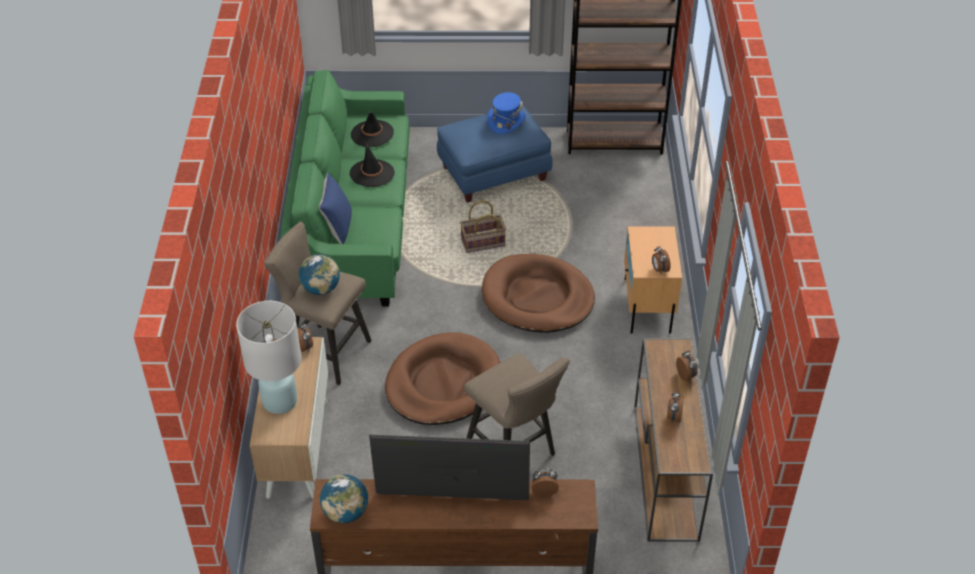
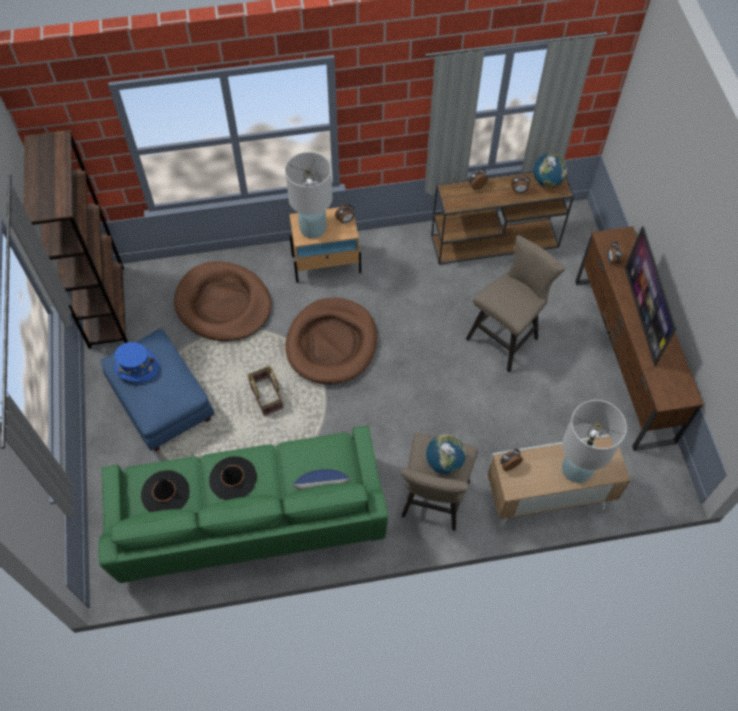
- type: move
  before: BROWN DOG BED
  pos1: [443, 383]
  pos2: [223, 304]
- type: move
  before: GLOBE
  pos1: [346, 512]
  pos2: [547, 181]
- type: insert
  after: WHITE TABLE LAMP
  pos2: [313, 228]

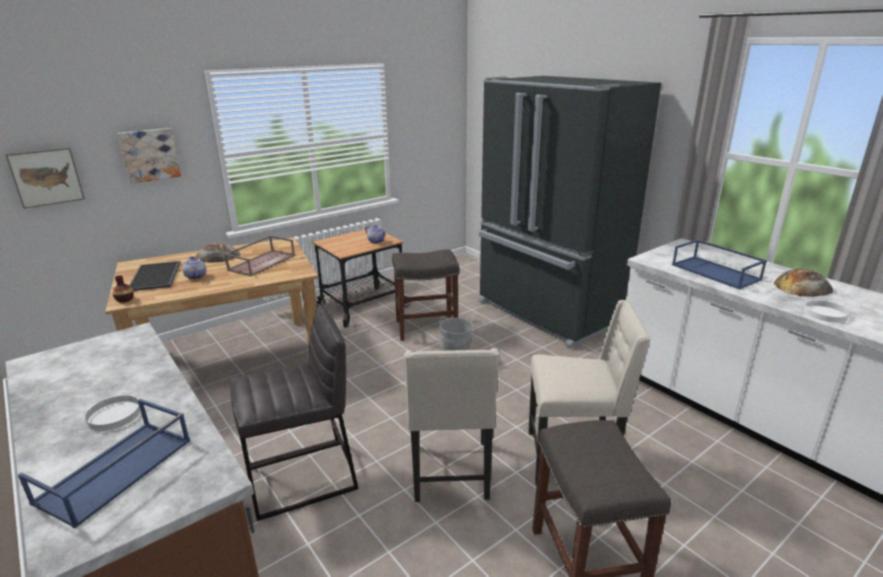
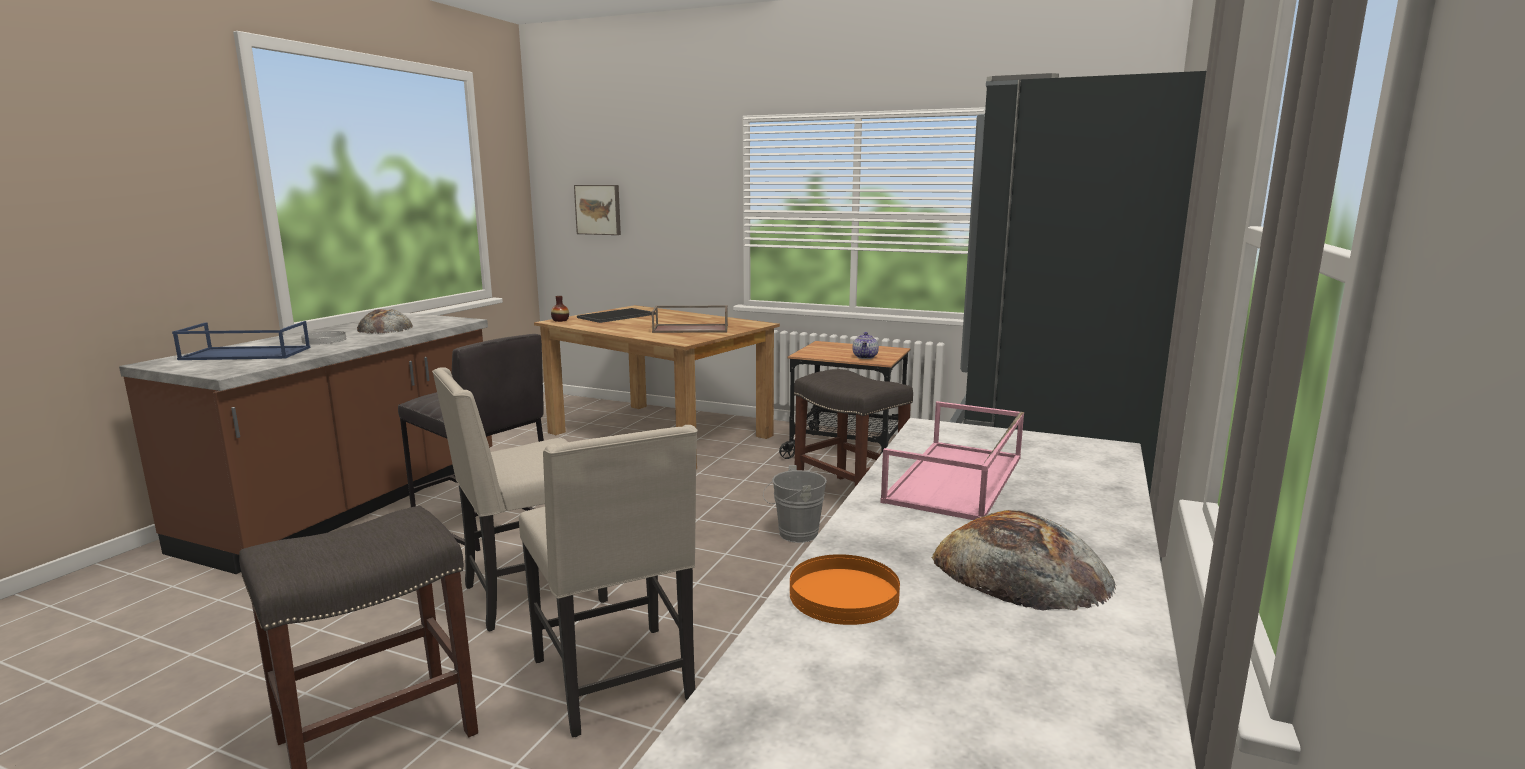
- type: delete
  before: PICTURE
  pos1: [149, 155]
- type: recolor
  before: BLUE TRAY
  after: PINK TRAY
  pos1: [716, 272]
  pos2: [957, 480]
- type: move
  before: BREAD
  pos1: [217, 256]
  pos2: [384, 328]
- type: delete
  before: TEAPOT
  pos1: [195, 276]
- type: recolor
  before: WHITE PLATE
  after: ORANGE PLATE
  pos1: [825, 313]
  pos2: [844, 595]

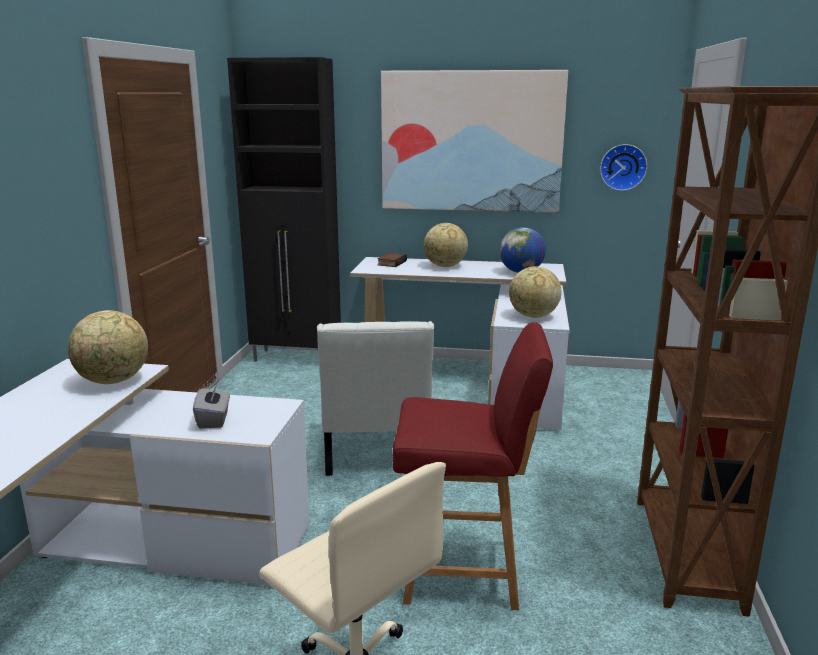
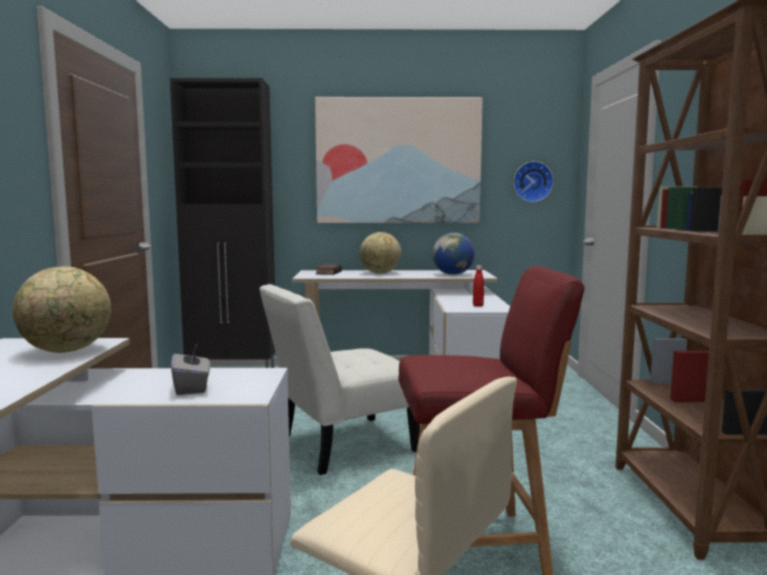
- type: replace
  before: GLOBE
  after: RED BOTTLE
  pos1: [533, 316]
  pos2: [478, 305]
- type: rotate
  before: WHITE CHAIR
  pos1: [376, 453]
  pos2: [340, 445]
  turn: 75

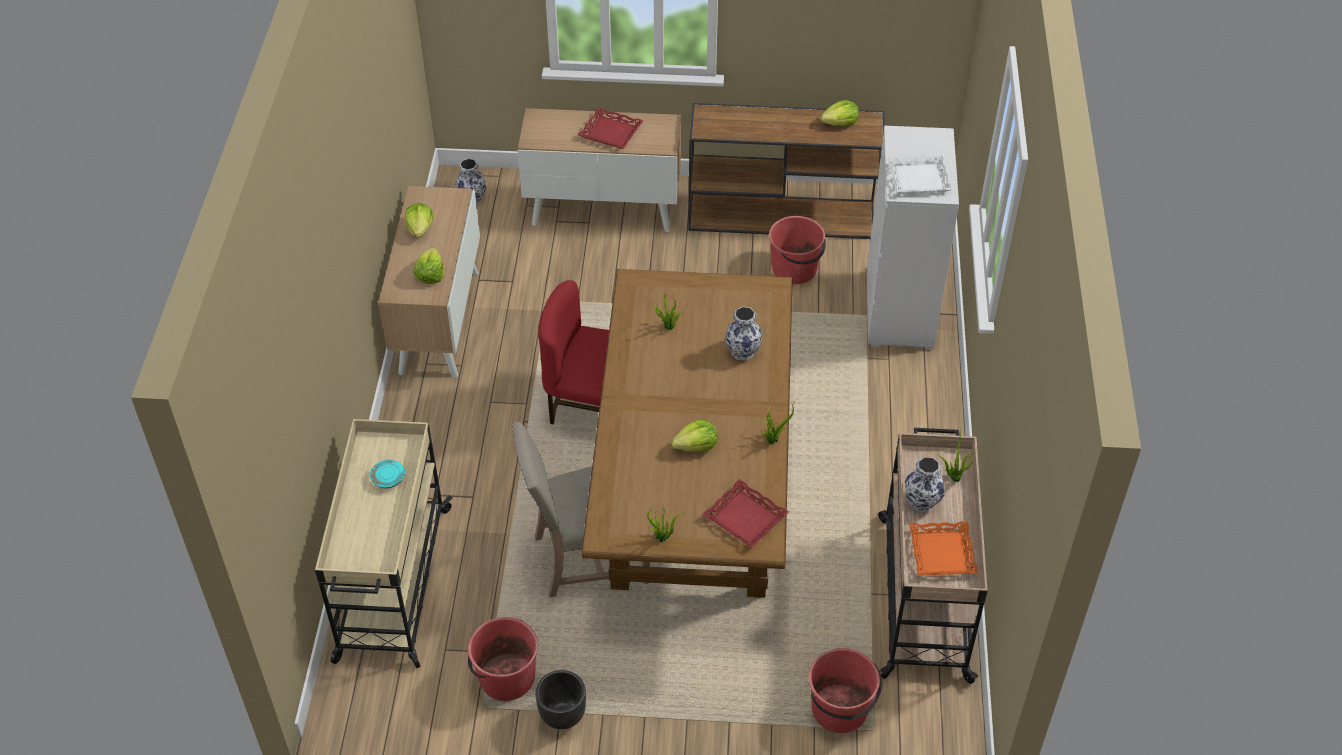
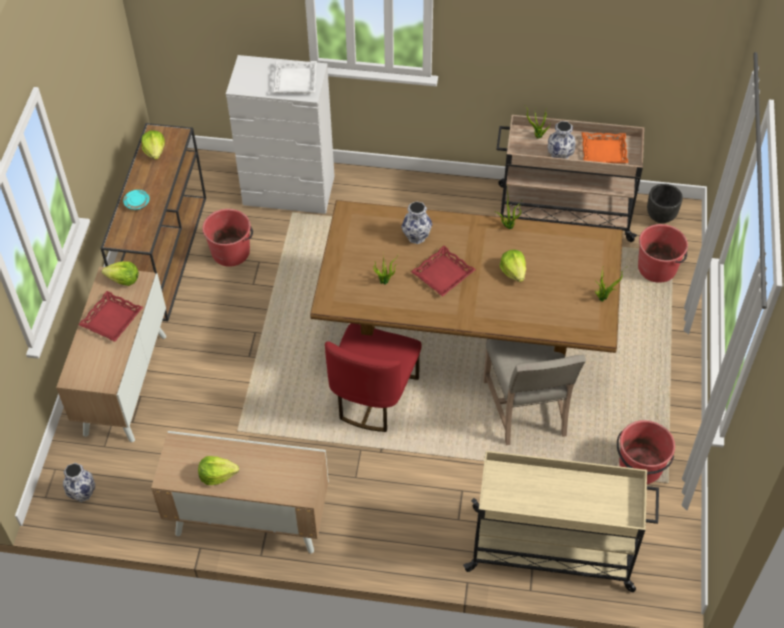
- type: move
  before: LETTUCE
  pos1: [430, 274]
  pos2: [123, 280]
- type: move
  before: TURQUOISE PLATE
  pos1: [388, 478]
  pos2: [137, 203]
- type: move
  before: RED TRAY
  pos1: [744, 518]
  pos2: [443, 275]
- type: move
  before: BLACK PLANTER
  pos1: [562, 715]
  pos2: [660, 217]

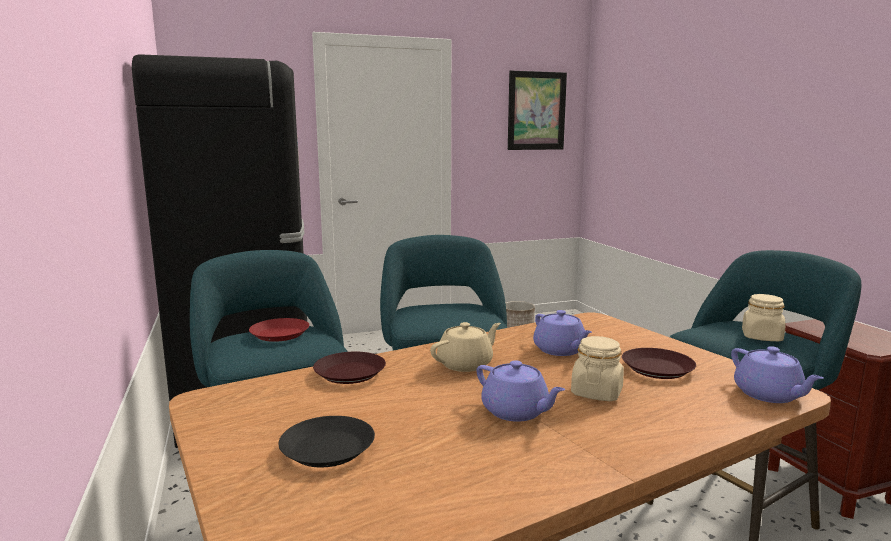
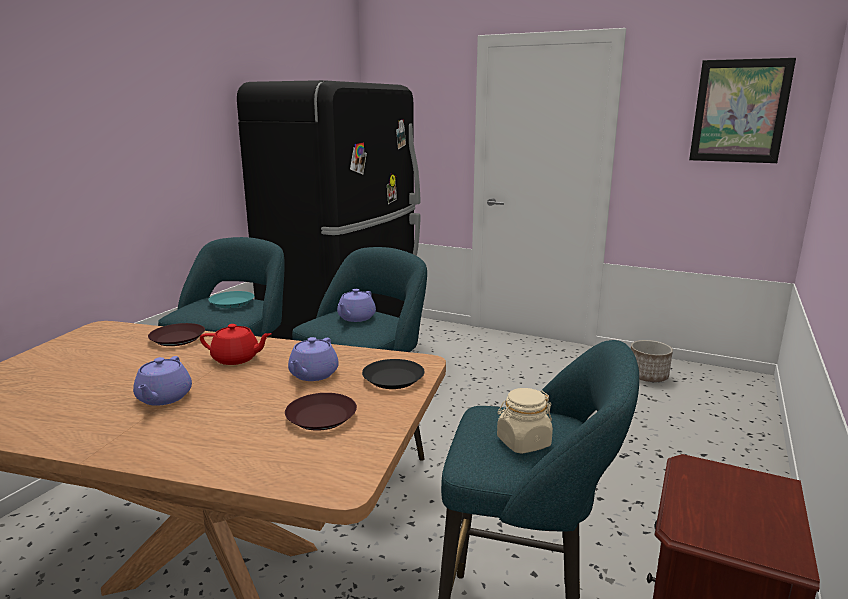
- type: recolor
  before: RED PLATE
  after: TURQUOISE PLATE
  pos1: [279, 334]
  pos2: [232, 303]
- type: recolor
  before: BEIGE TEAPOT
  after: RED TEAPOT
  pos1: [466, 364]
  pos2: [236, 359]
- type: delete
  before: BEIGE JAR
  pos1: [596, 392]
- type: move
  before: PURPLE TEAPOT
  pos1: [769, 395]
  pos2: [356, 318]
- type: move
  before: BLACK PLATE
  pos1: [328, 448]
  pos2: [394, 379]

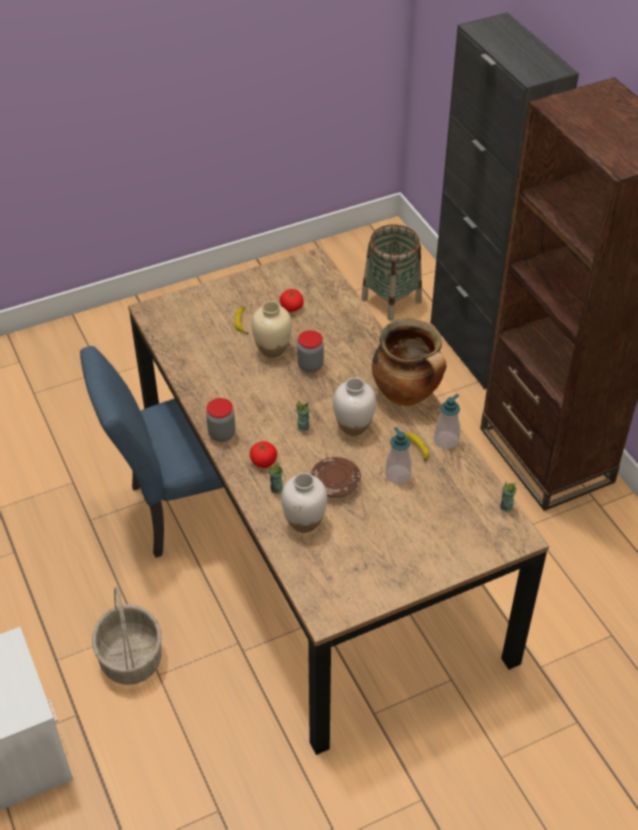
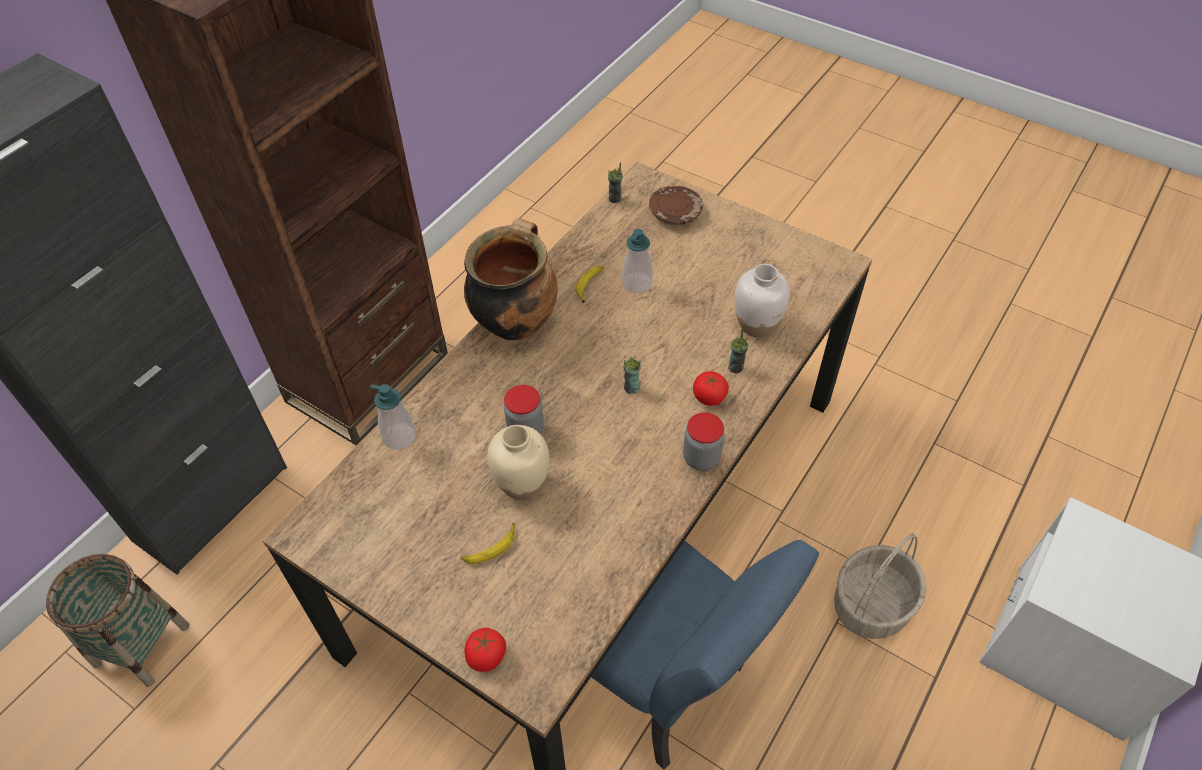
- type: move
  before: TOMATO
  pos1: [291, 308]
  pos2: [486, 656]
- type: delete
  before: WHITE VASE
  pos1: [353, 426]
- type: move
  before: SOAP DISPENSER
  pos1: [446, 440]
  pos2: [399, 437]
- type: move
  before: BROWN PLATE
  pos1: [335, 484]
  pos2: [675, 213]

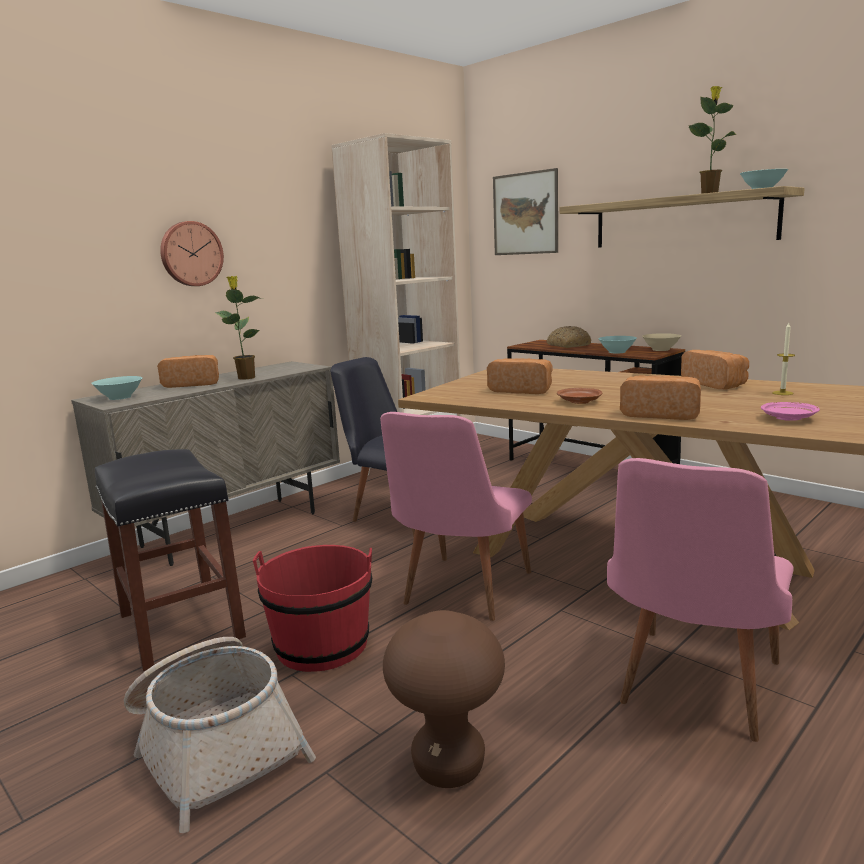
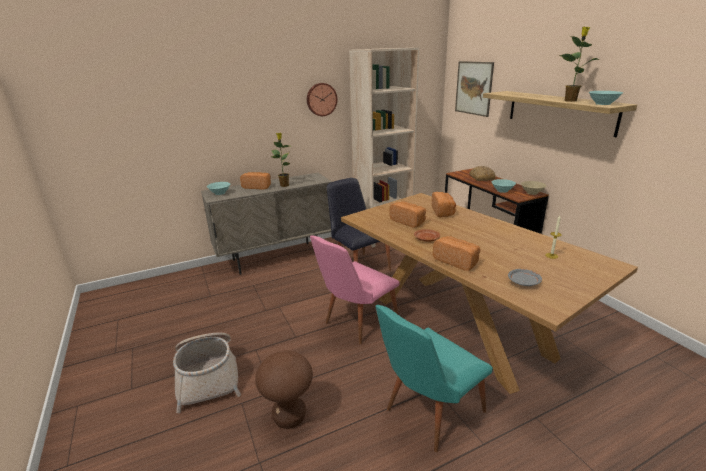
- type: move
  before: WALL CLOCK
  pos1: [191, 254]
  pos2: [321, 99]
- type: move
  before: BREAD
  pos1: [715, 384]
  pos2: [443, 212]
- type: recolor
  before: PINK PLATE
  after: GREY PLATE
  pos1: [788, 418]
  pos2: [523, 282]
- type: delete
  before: BLACK STOOL
  pos1: [179, 625]
- type: recolor
  before: PINK CHAIR
  after: TURQUOISE CHAIR
  pos1: [692, 690]
  pos2: [427, 414]
- type: delete
  before: RED BUCKET
  pos1: [322, 645]

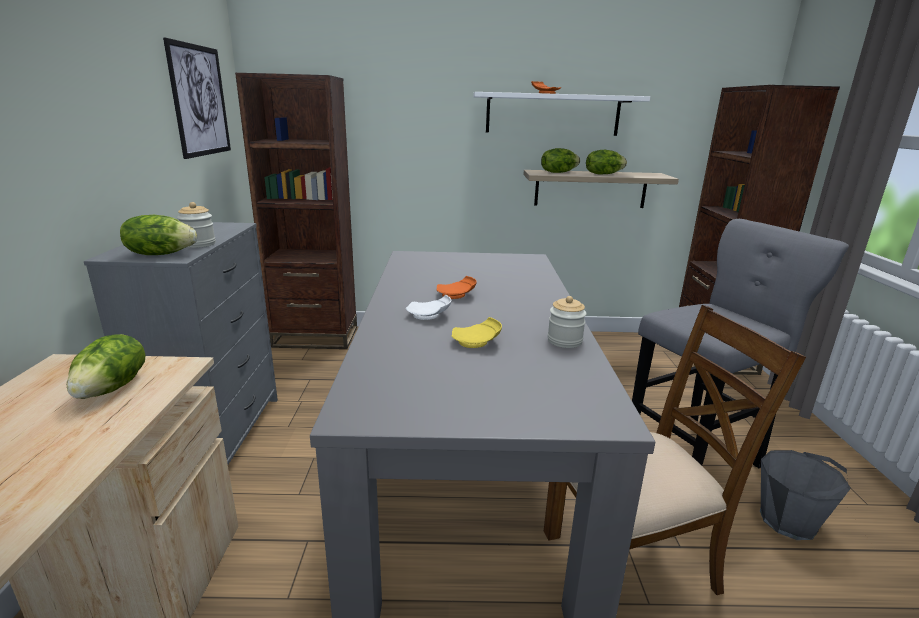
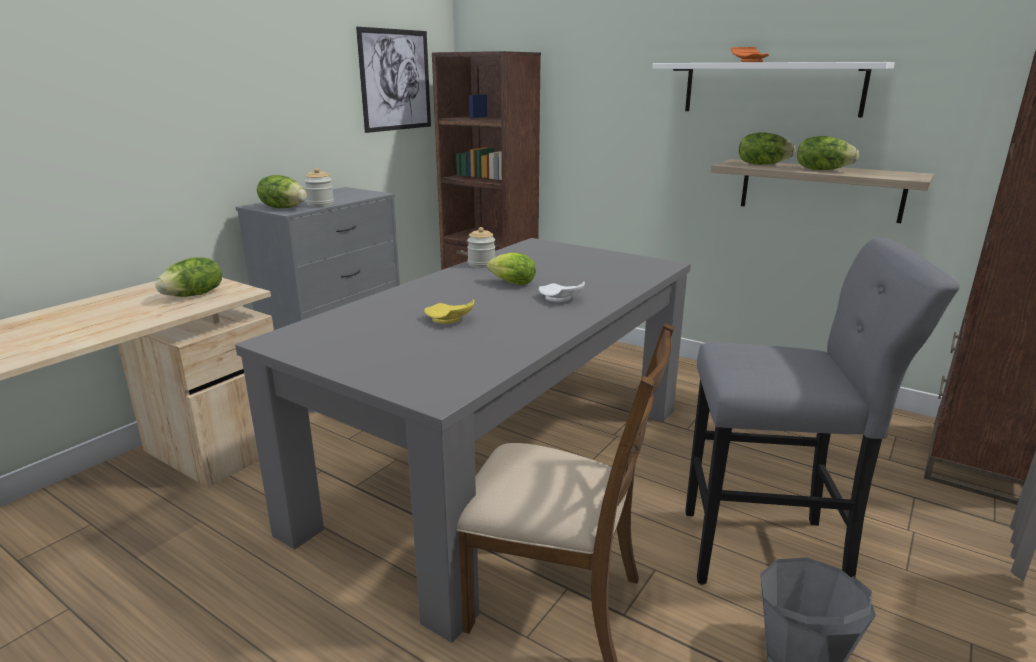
- type: replace
  before: ORANGE PLATE
  after: LETTUCE
  pos1: [456, 295]
  pos2: [510, 283]
- type: move
  before: WHITE PLATE
  pos1: [429, 316]
  pos2: [560, 299]
- type: move
  before: JAR
  pos1: [564, 341]
  pos2: [481, 264]

